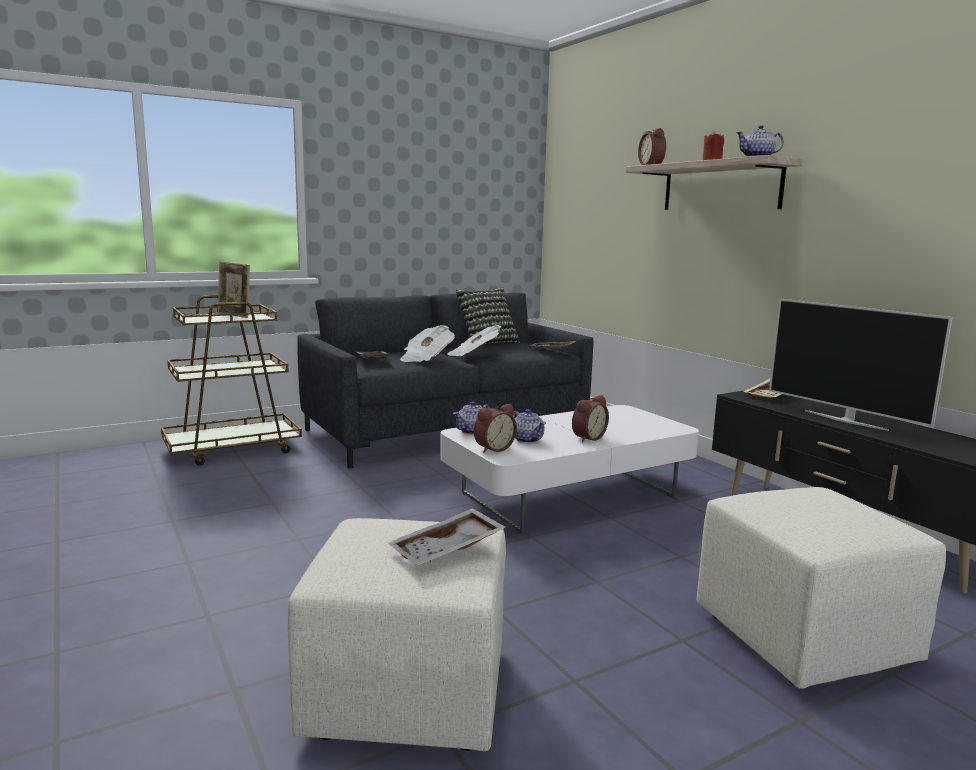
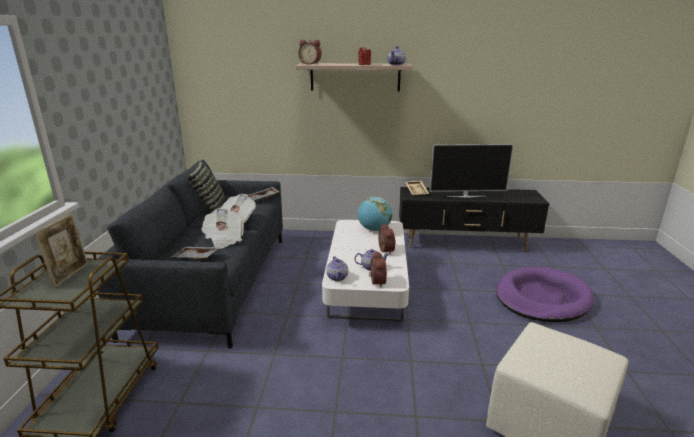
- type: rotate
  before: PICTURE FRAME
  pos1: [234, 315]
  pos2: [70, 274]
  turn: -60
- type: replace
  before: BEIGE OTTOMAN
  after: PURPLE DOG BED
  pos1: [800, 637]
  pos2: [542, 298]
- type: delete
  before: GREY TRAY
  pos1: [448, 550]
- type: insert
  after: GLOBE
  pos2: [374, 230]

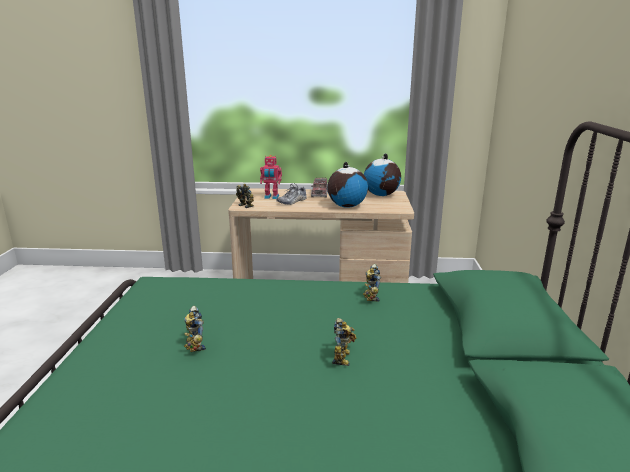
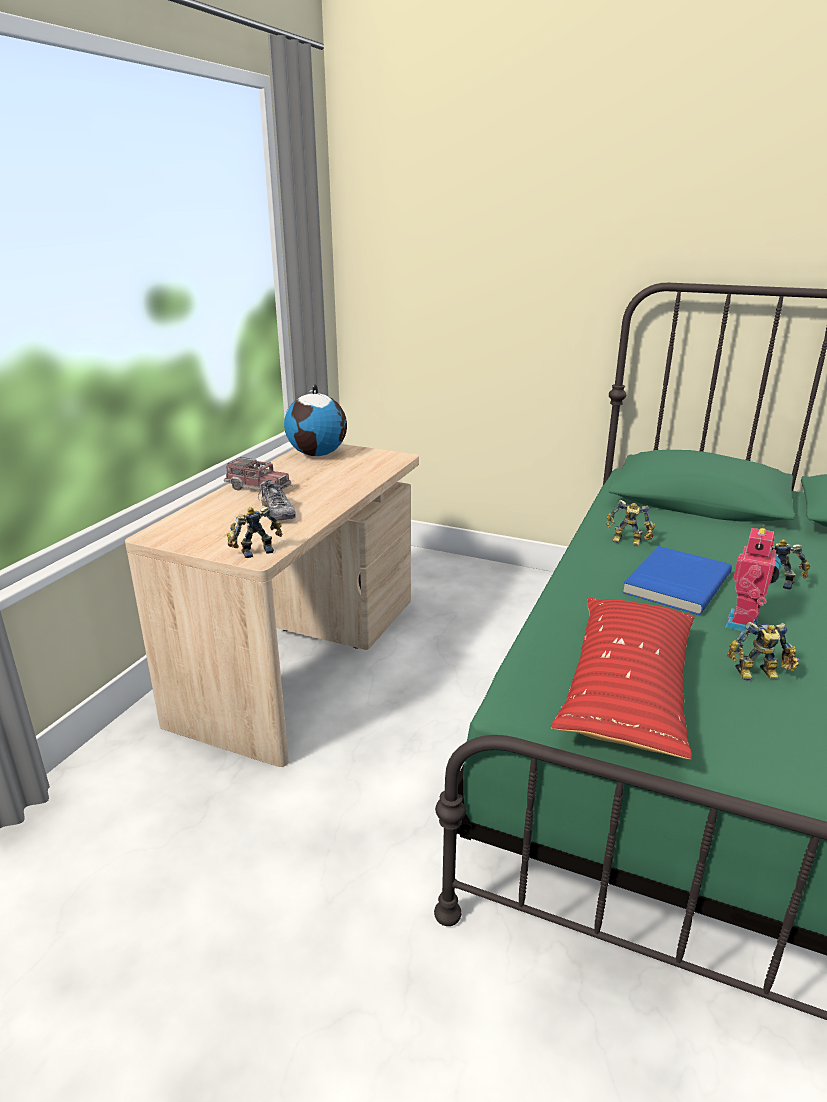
- type: move
  before: TOY ROBOT
  pos1: [271, 197]
  pos2: [745, 624]
- type: delete
  before: GLOBE
  pos1: [346, 206]
- type: insert
  after: BLUE BOOK
  pos2: [674, 583]
- type: insert
  after: RED PILLOW
  pos2: [627, 690]

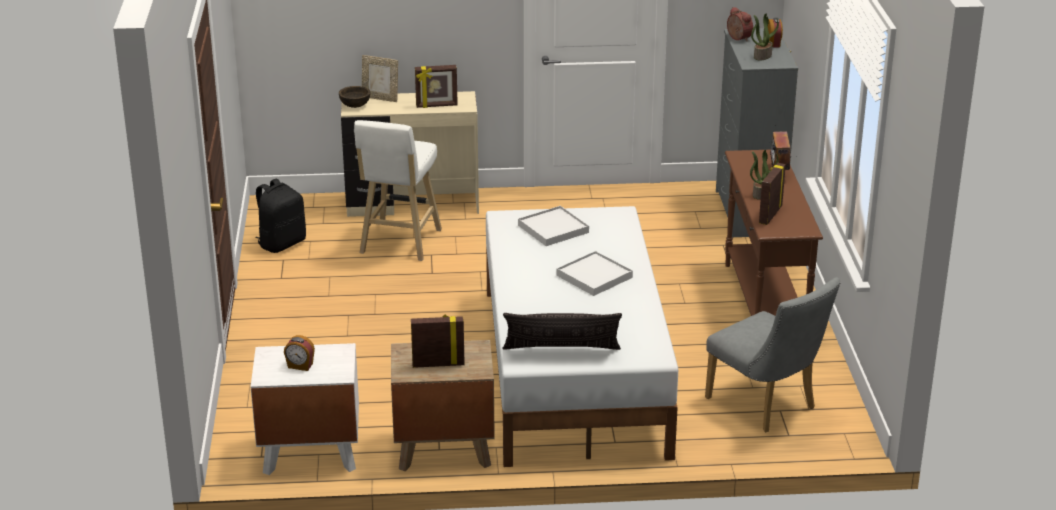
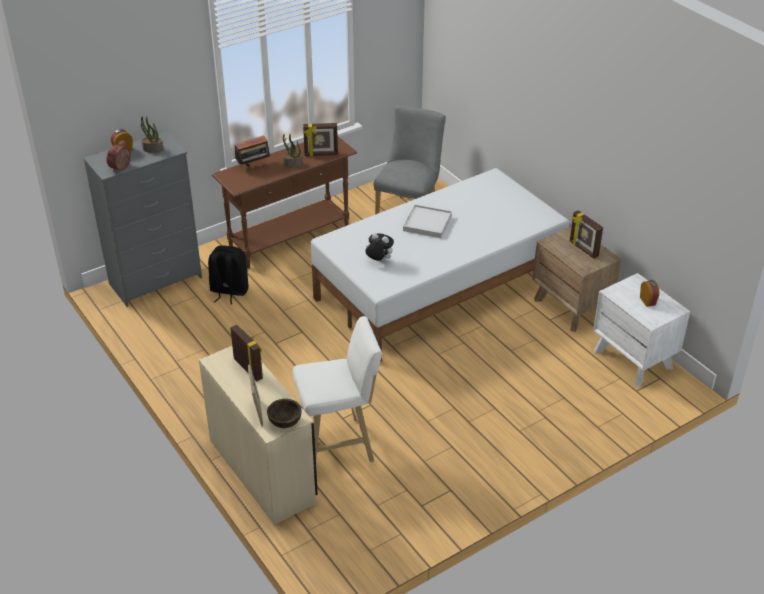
- type: move
  before: BLACK BACKPACK
  pos1: [282, 243]
  pos2: [229, 291]
- type: replace
  before: WHITE TRAY
  after: PLUSH TOY
  pos1: [553, 229]
  pos2: [379, 261]
- type: delete
  before: PILLOW
  pos1: [561, 353]

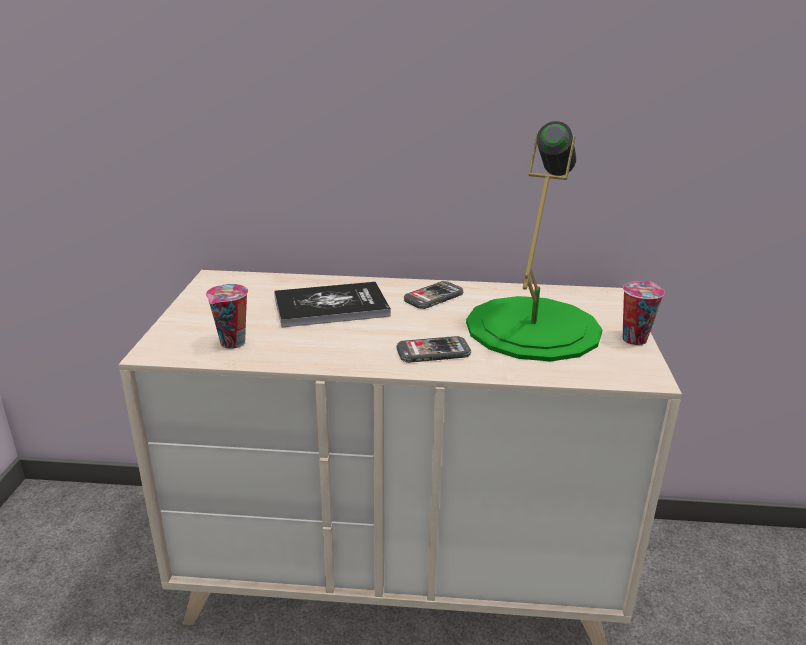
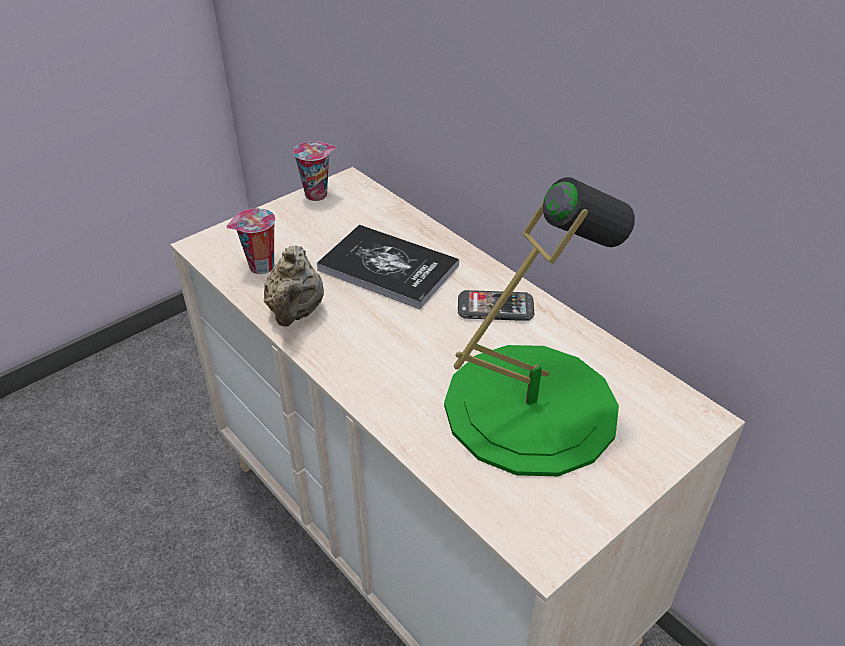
- type: move
  before: CUP
  pos1: [634, 338]
  pos2: [317, 194]
- type: delete
  before: PHONE
  pos1: [433, 352]
- type: insert
  after: BEIGE TEAPOT
  pos2: [296, 313]

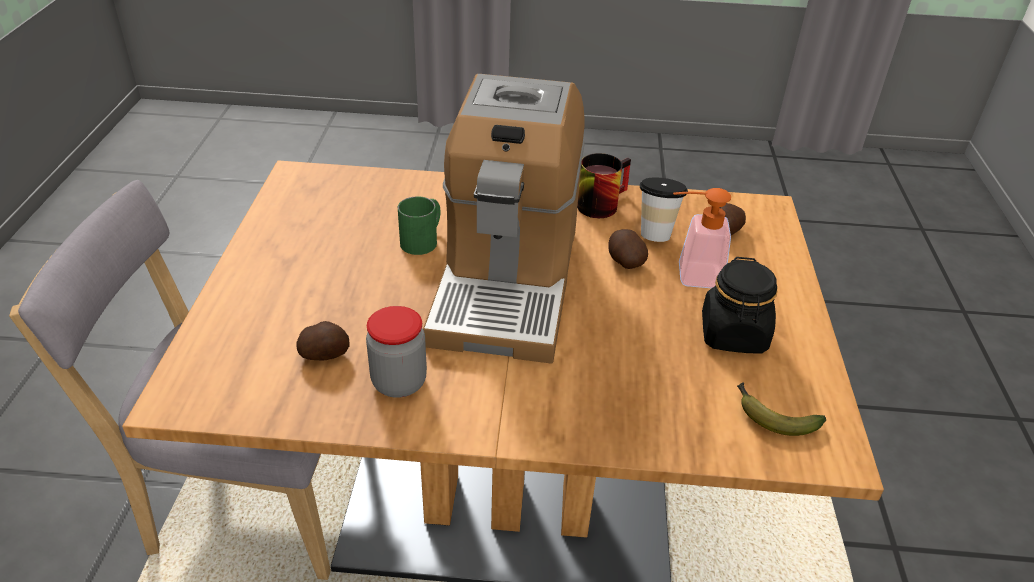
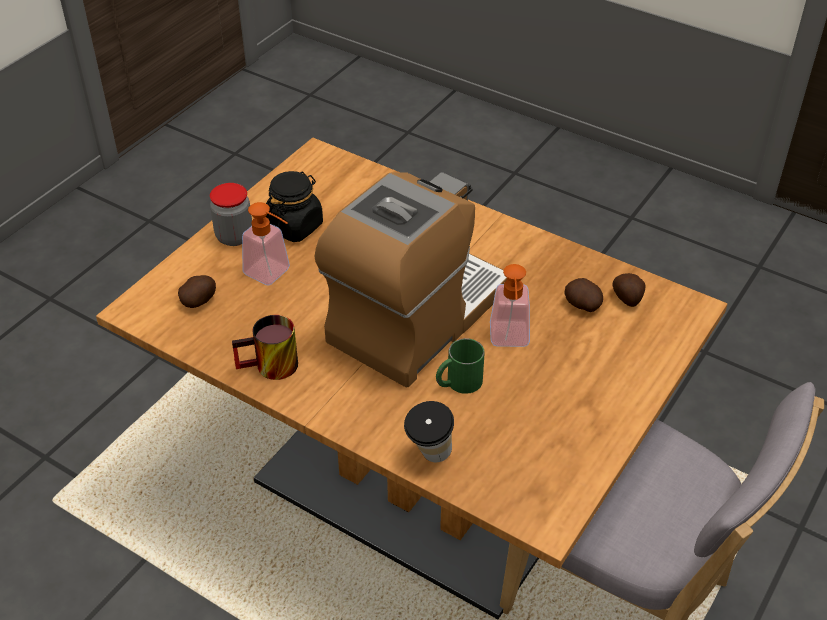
- type: move
  before: CUP
  pos1: [656, 233]
  pos2: [429, 457]
- type: move
  before: POTATO
  pos1: [624, 262]
  pos2: [627, 299]
- type: move
  before: JAR
  pos1: [399, 382]
  pos2: [234, 237]
- type: delete
  before: BANANA
  pos1: [771, 416]
- type: insert
  after: SOAP DISPENSER
  pos2: [509, 341]

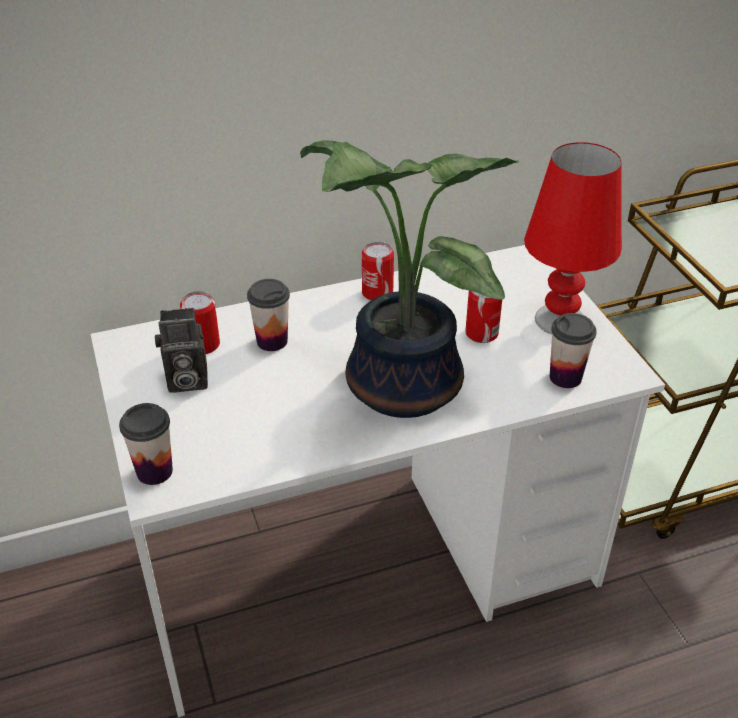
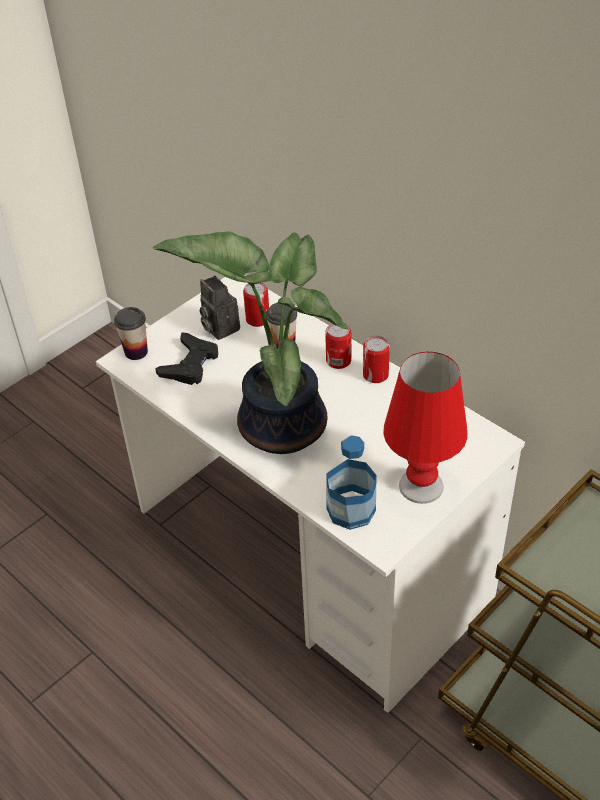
- type: move
  before: CAN
  pos1: [481, 333]
  pos2: [338, 361]
- type: replace
  before: CUP
  after: BOTTLE
  pos1: [565, 377]
  pos2: [351, 510]
- type: insert
  after: BLACK GAME CONTROLLER
  pos2: [190, 364]

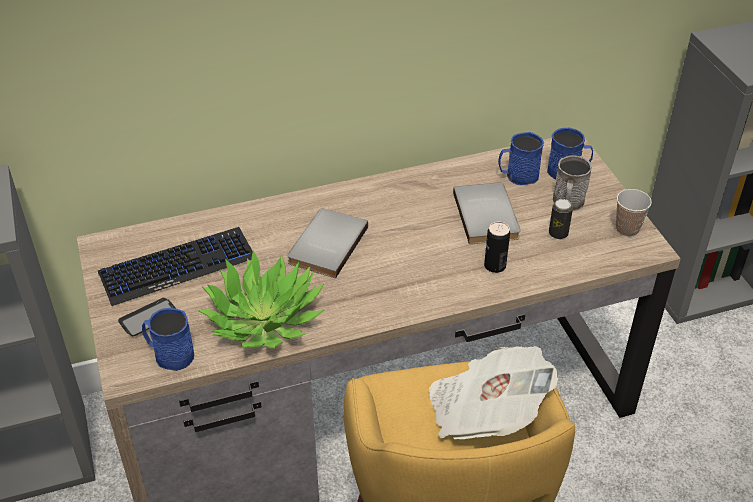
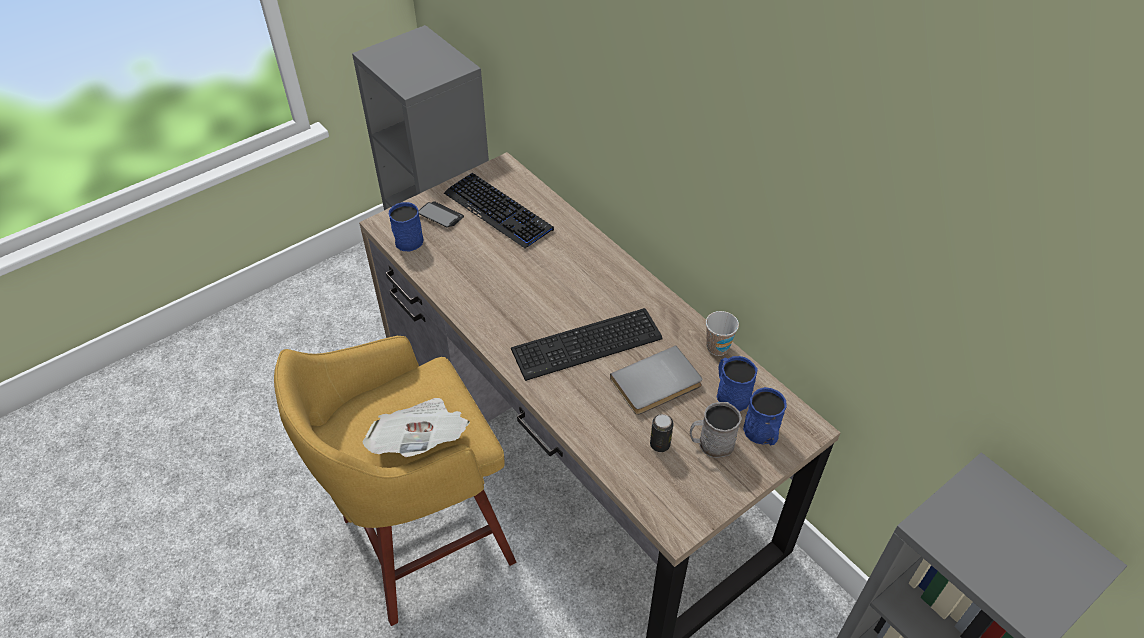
- type: move
  before: CUP
  pos1: [627, 229]
  pos2: [717, 347]
- type: delete
  before: GREY BOOK
  pos1: [325, 244]
- type: delete
  before: CAN
  pos1: [495, 266]
- type: delete
  before: POTTED PLANT
  pos1: [264, 319]
- type: insert
  after: KEYBOARD
  pos2: [589, 345]

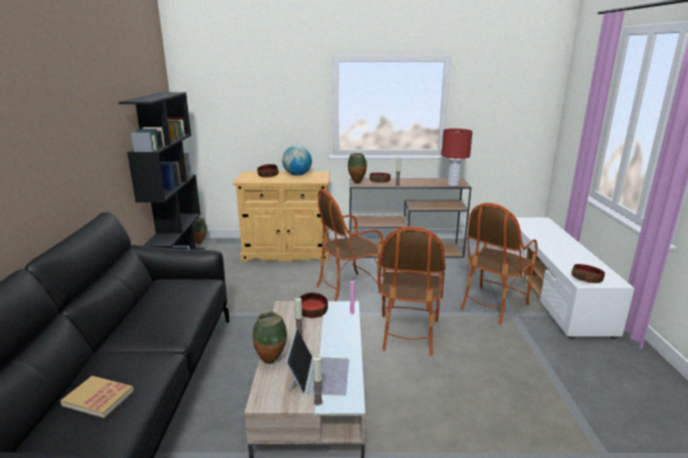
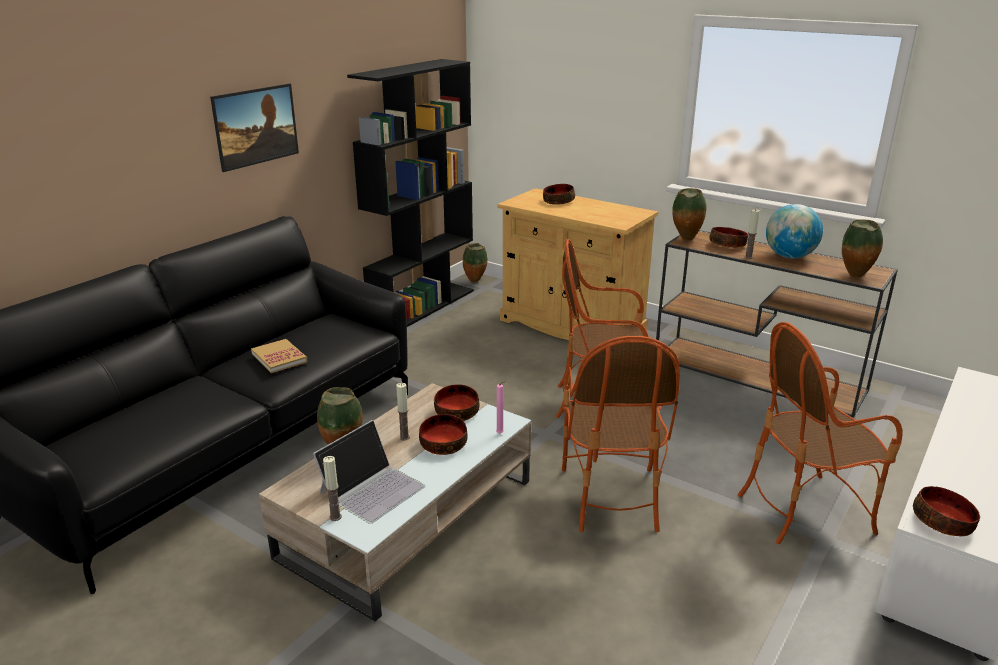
- type: replace
  before: RED TABLE LAMP
  after: VASE
  pos1: [453, 184]
  pos2: [855, 277]
- type: move
  before: GLOBE
  pos1: [297, 175]
  pos2: [789, 256]
- type: rotate
  before: ARMCHAIR
  pos1: [408, 333]
  pos2: [611, 497]
  turn: -45
- type: move
  before: BOOK
  pos1: [98, 398]
  pos2: [279, 358]
- type: insert
  after: PICTURE
  pos2: [258, 144]
- type: insert
  after: BOWL
  pos2: [443, 444]

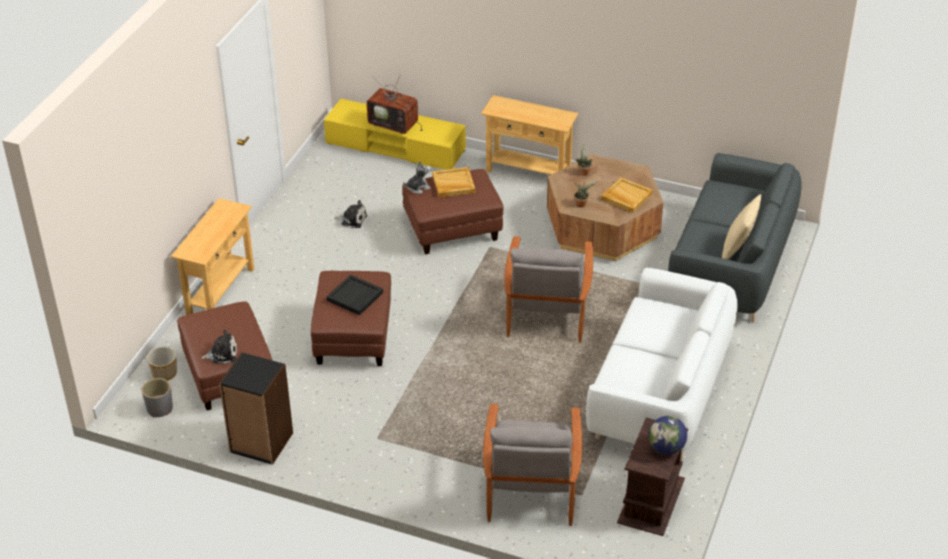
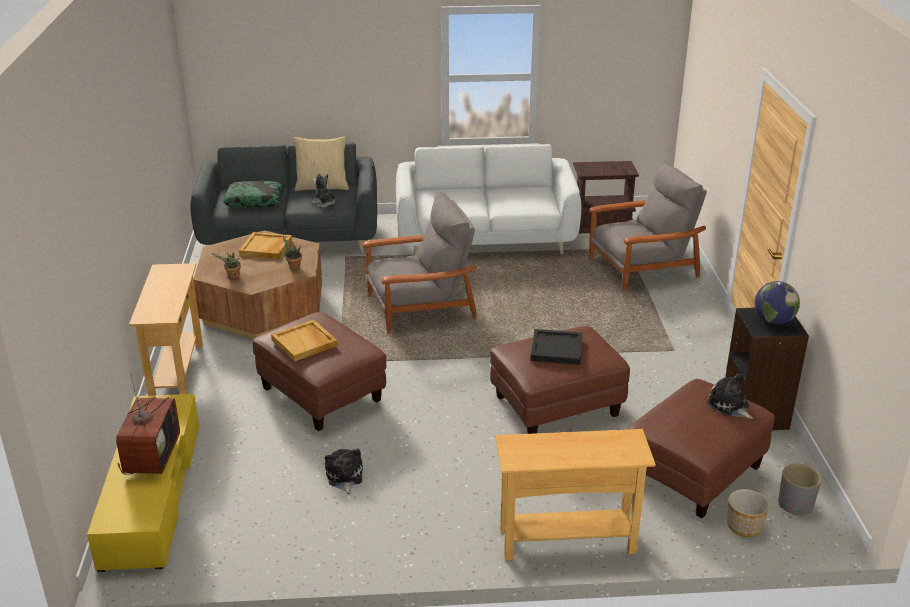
- type: move
  before: PLUSH TOY
  pos1: [418, 188]
  pos2: [324, 203]
- type: move
  before: GLOBE
  pos1: [666, 448]
  pos2: [773, 321]
- type: insert
  after: PILLOW
  pos2: [254, 200]

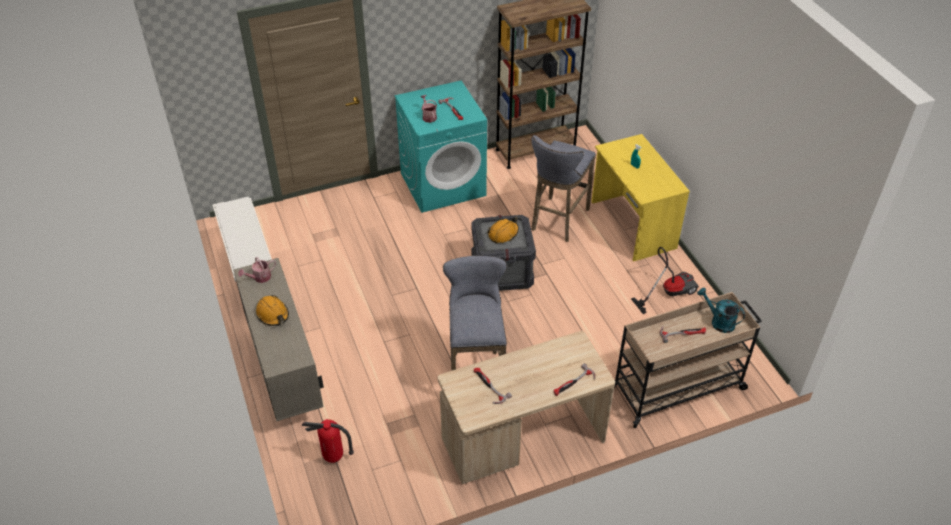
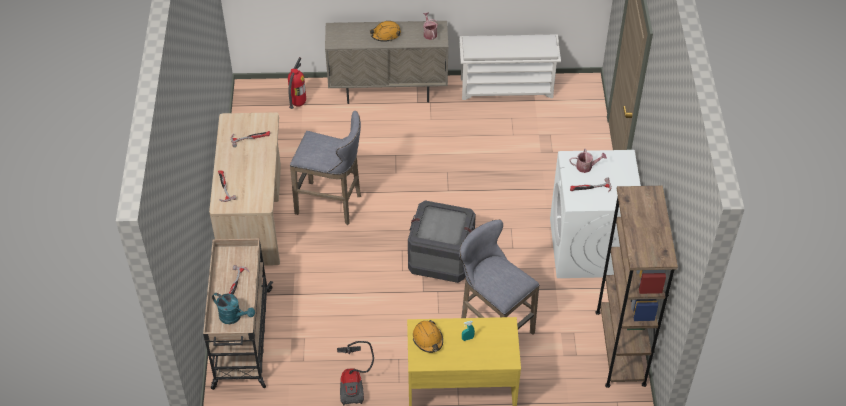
- type: recolor
  before: TURQUOISE WASHING MACHINE
  after: WHITE WASHING MACHINE
  pos1: [443, 184]
  pos2: [589, 248]
- type: move
  before: ORANGE HARD HAT
  pos1: [503, 233]
  pos2: [428, 339]
- type: rotate
  before: TURQUOISE WATERING CAN
  pos1: [718, 321]
  pos2: [234, 317]
  turn: 60

